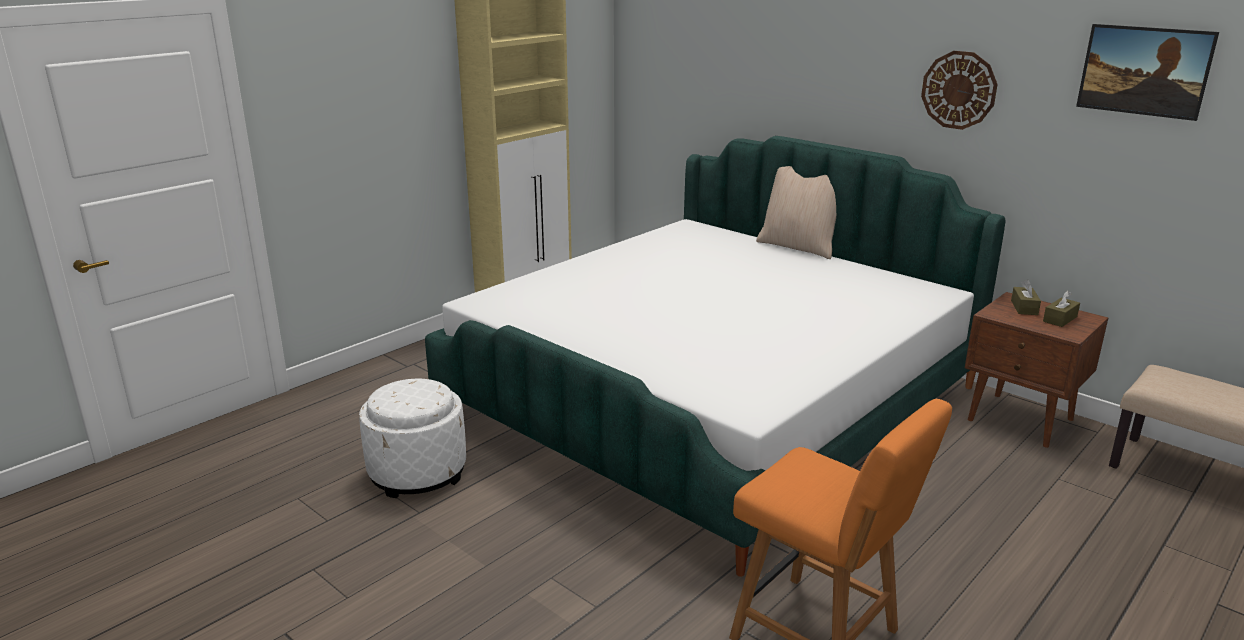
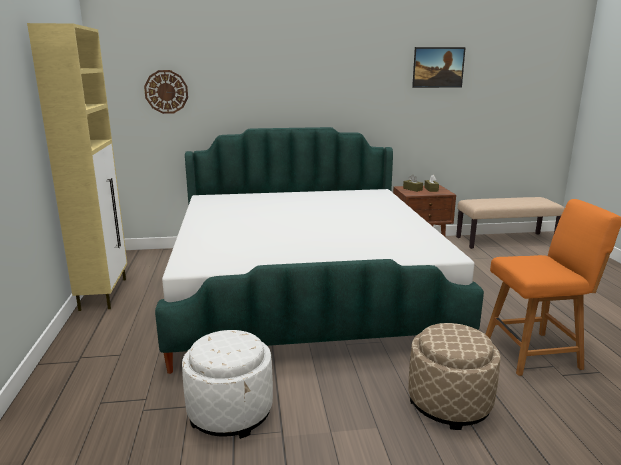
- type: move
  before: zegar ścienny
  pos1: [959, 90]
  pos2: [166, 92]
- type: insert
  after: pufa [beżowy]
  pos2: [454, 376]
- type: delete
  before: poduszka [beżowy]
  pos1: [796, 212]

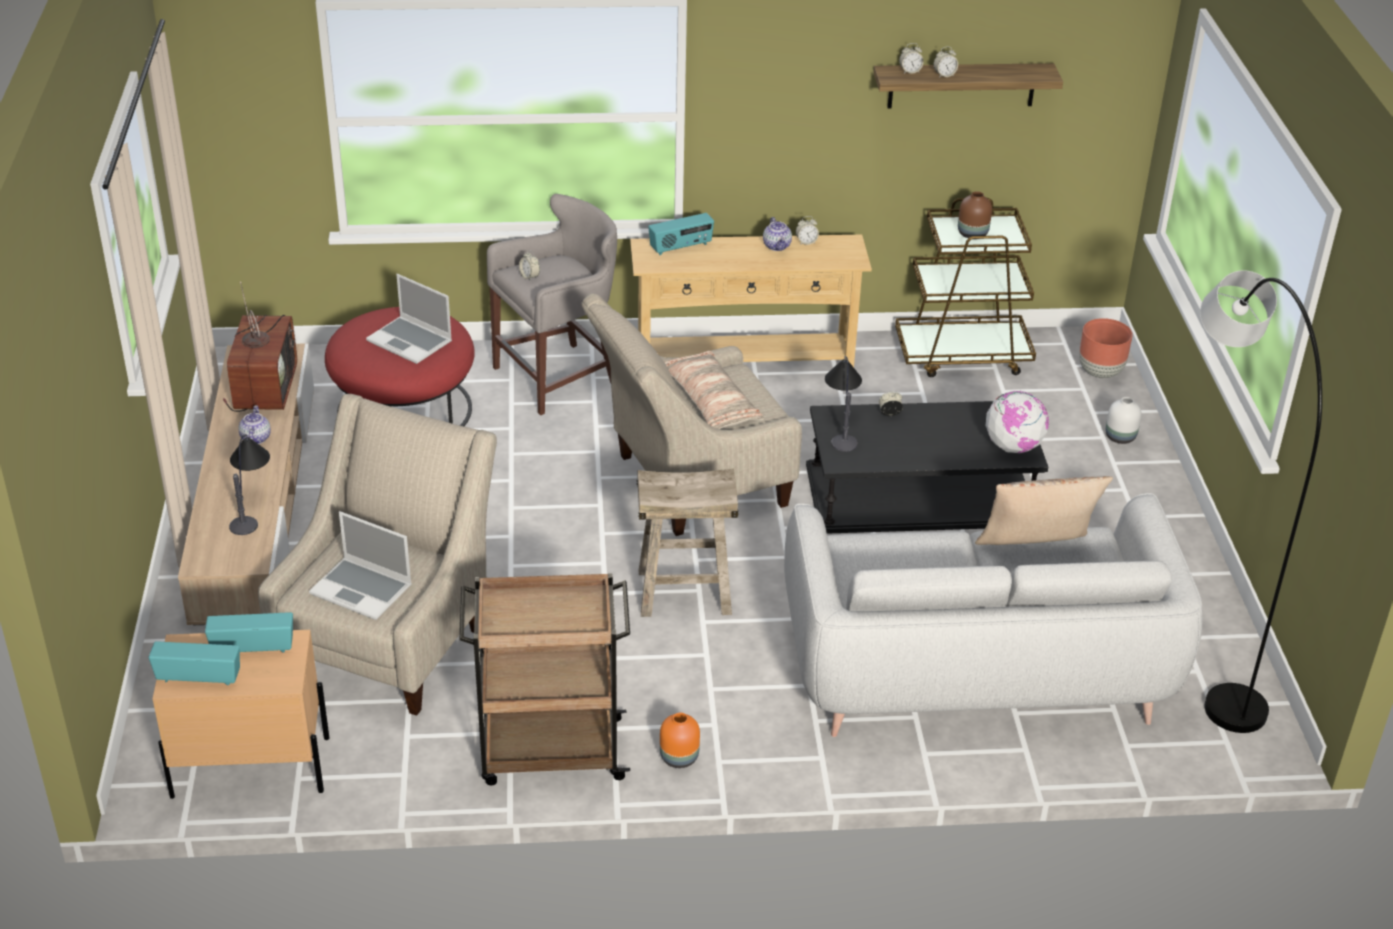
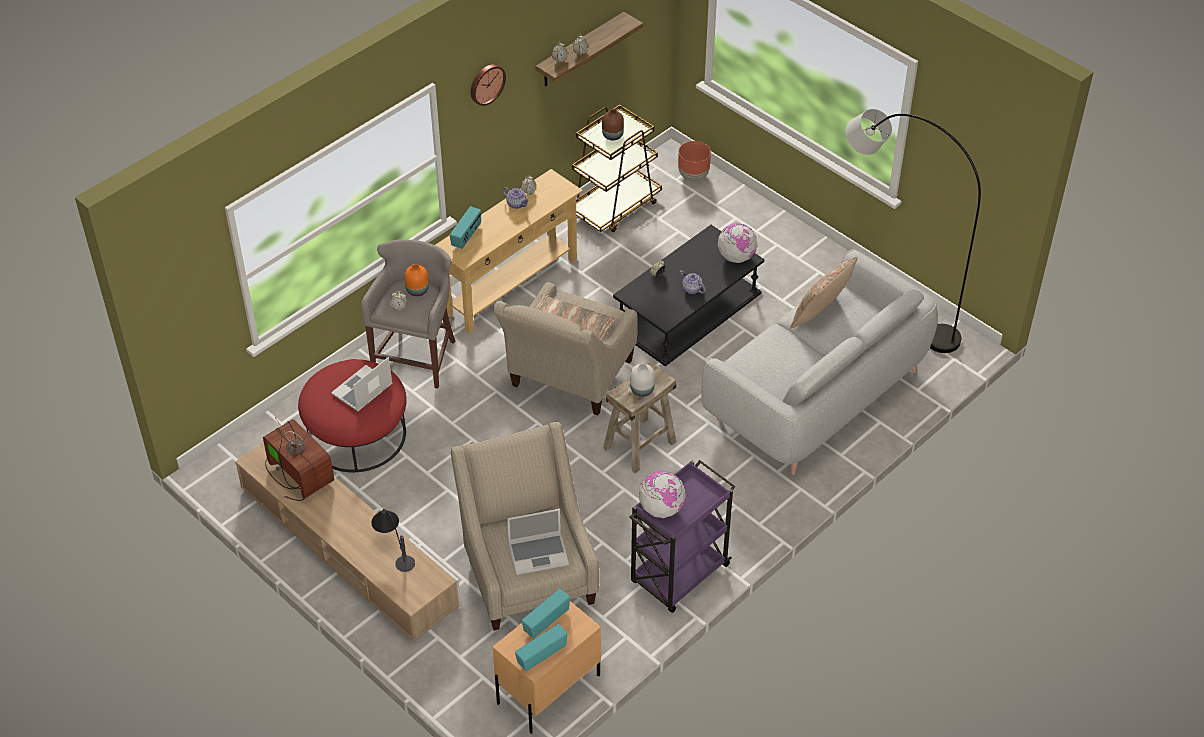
- type: rotate
  before: laptop
  pos1: [409, 319]
  pos2: [361, 384]
  turn: 135
- type: move
  before: wazon [pomarańczowy]
  pos1: [680, 740]
  pos2: [416, 280]
- type: insert
  after: zegar ścienny
  pos2: [488, 85]
- type: recolor
  before: wózek [brązowy]
  after: wózek [fioletowy]
  pos1: [544, 679]
  pos2: [682, 536]
- type: move
  before: wazon [biały]
  pos1: [1124, 420]
  pos2: [642, 380]
- type: insert
  after: globus
  pos2: [662, 494]
- type: move
  before: imbryk
  pos1: [254, 424]
  pos2: [693, 282]
- type: delete
  before: lampa stołowa
  pos1: [843, 404]

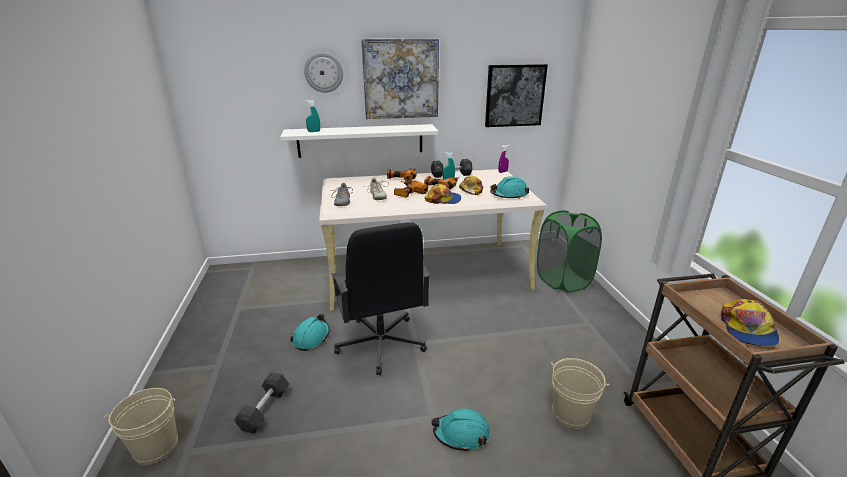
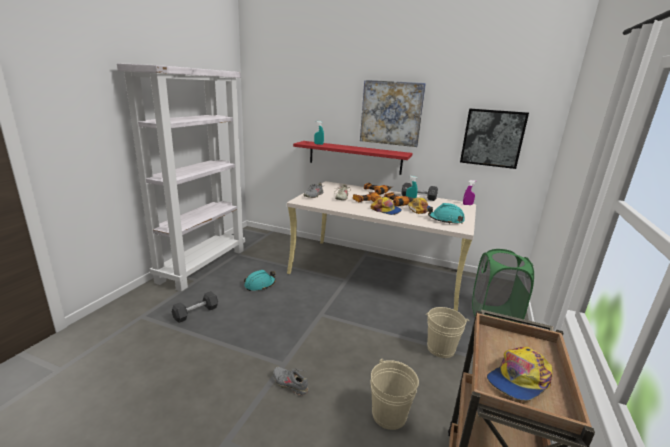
- type: insert
  after: regał [biały]
  pos2: [181, 177]
- type: replace
  before: kask [turkusowy]
  after: but [szary]
  pos1: [461, 430]
  pos2: [291, 381]
- type: recolor
  before: półka [biały]
  after: półka [czerwony]
  pos1: [359, 141]
  pos2: [353, 158]
- type: move
  before: wiadro [beżowy]
  pos1: [140, 426]
  pos2: [447, 332]
- type: delete
  before: zegar ścienny
  pos1: [323, 72]
- type: delete
  before: krzesło biurowe [czarny]
  pos1: [381, 298]

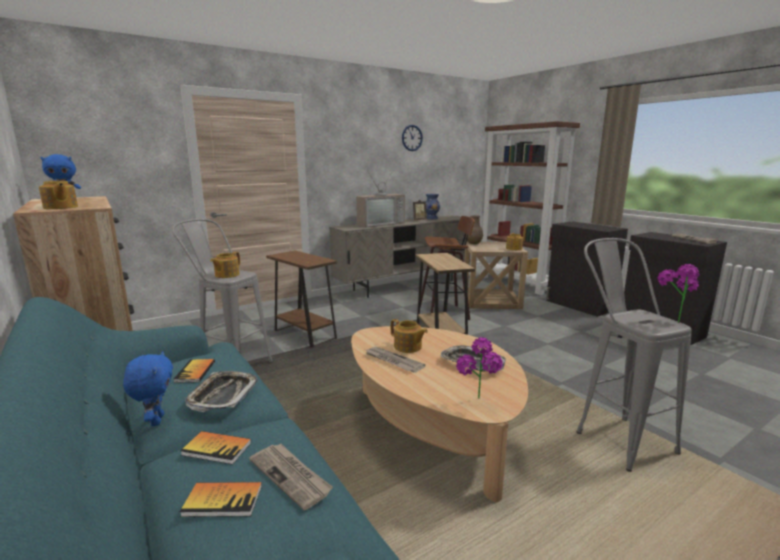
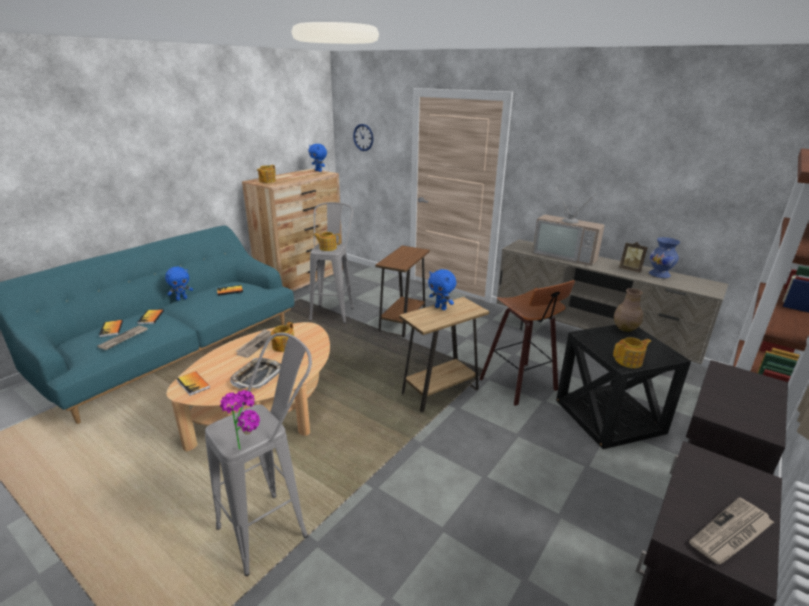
- type: replace
  before: roślina doniczkowa
  after: książka
  pos1: [479, 368]
  pos2: [193, 383]
- type: move
  before: zegar ścienny
  pos1: [412, 138]
  pos2: [363, 137]
- type: insert
  after: pluszak [niebieski]
  pos2: [442, 289]
- type: recolor
  before: stolik [beżowy]
  after: stolik [czarny]
  pos1: [495, 275]
  pos2: [623, 387]
- type: delete
  before: taca
  pos1: [221, 391]

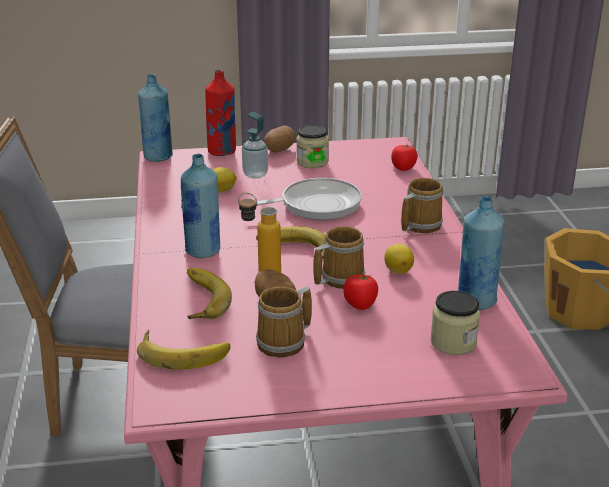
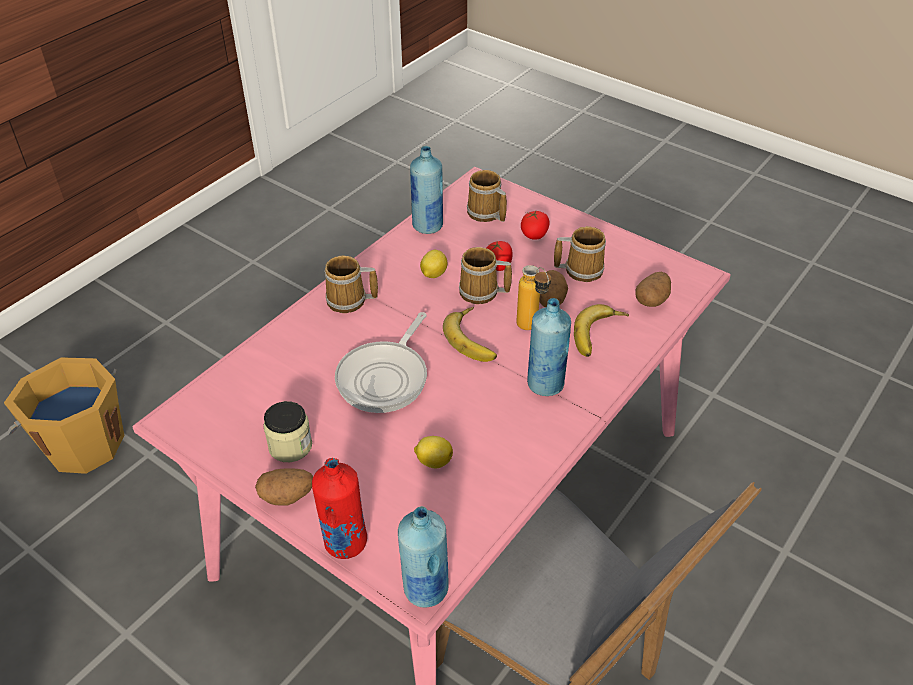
- type: rotate
  before: patelnia
  pos1: [309, 199]
  pos2: [381, 362]
  turn: -90
- type: replace
  before: słoik
  after: kubek
  pos1: [455, 323]
  pos2: [487, 196]
- type: move
  before: pomidor
  pos1: [404, 157]
  pos2: [535, 225]
- type: replace
  before: banan
  after: ziemniak
  pos1: [183, 350]
  pos2: [653, 289]
- type: delete
  before: dozownik mydła
  pos1: [255, 145]

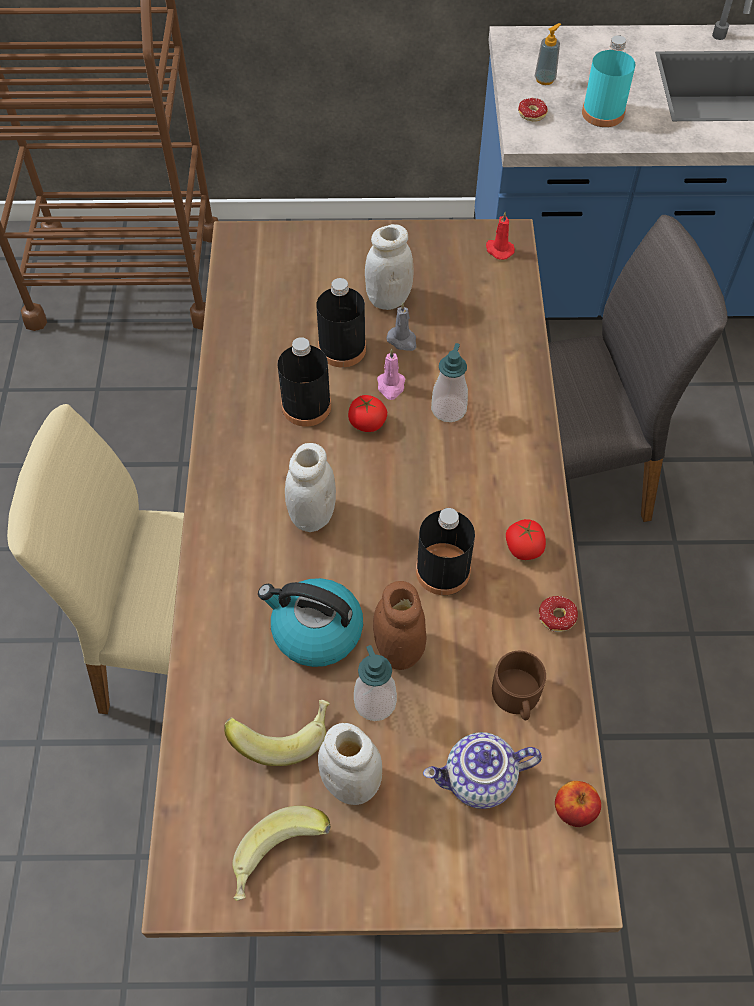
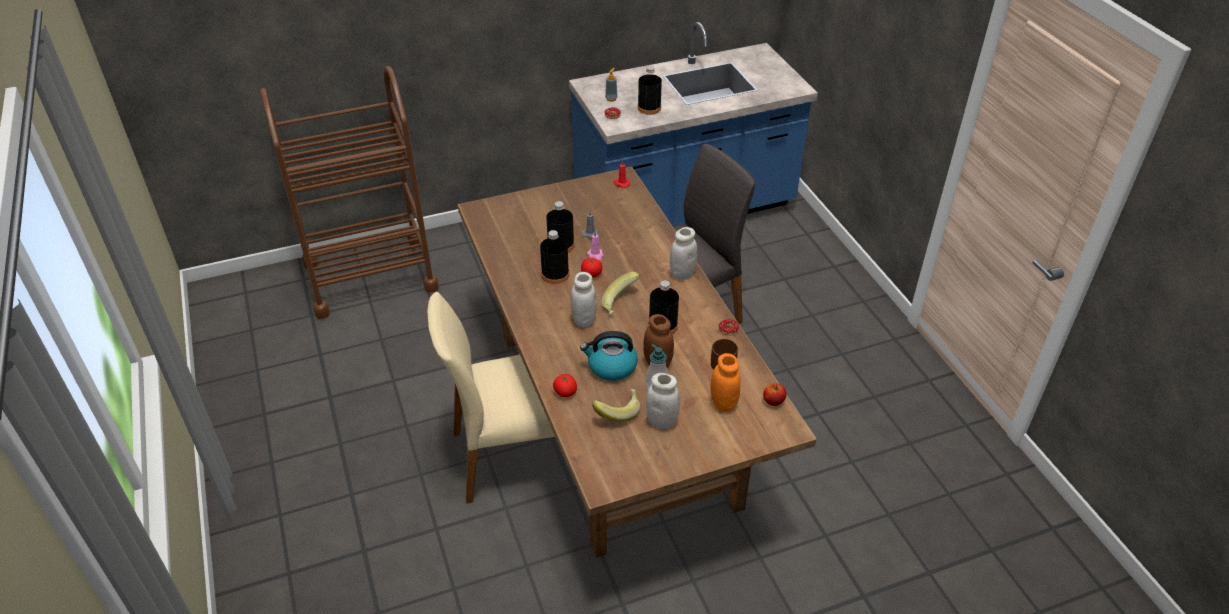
- type: move
  before: pomidor
  pos1: [526, 539]
  pos2: [565, 385]
- type: move
  before: banan
  pos1: [282, 853]
  pos2: [620, 293]
- type: recolor
  before: butelka [turkusowy]
  after: butelka [czarny]
  pos1: [608, 81]
  pos2: [650, 90]
- type: move
  before: słoik [biały]
  pos1: [389, 267]
  pos2: [684, 253]
- type: replace
  before: imbryk
  after: słoik [pomarańczowy]
  pos1: [482, 770]
  pos2: [725, 382]
- type: delete
  before: dozownik mydła
  pos1: [449, 382]

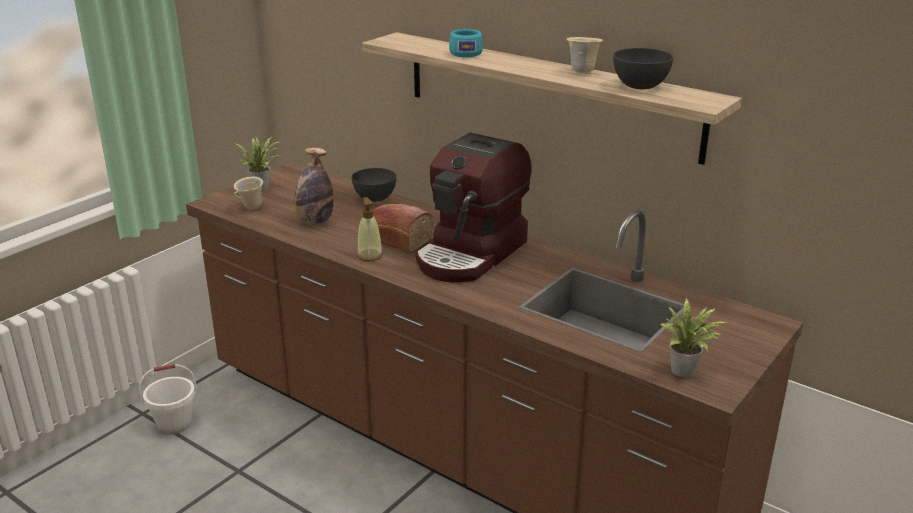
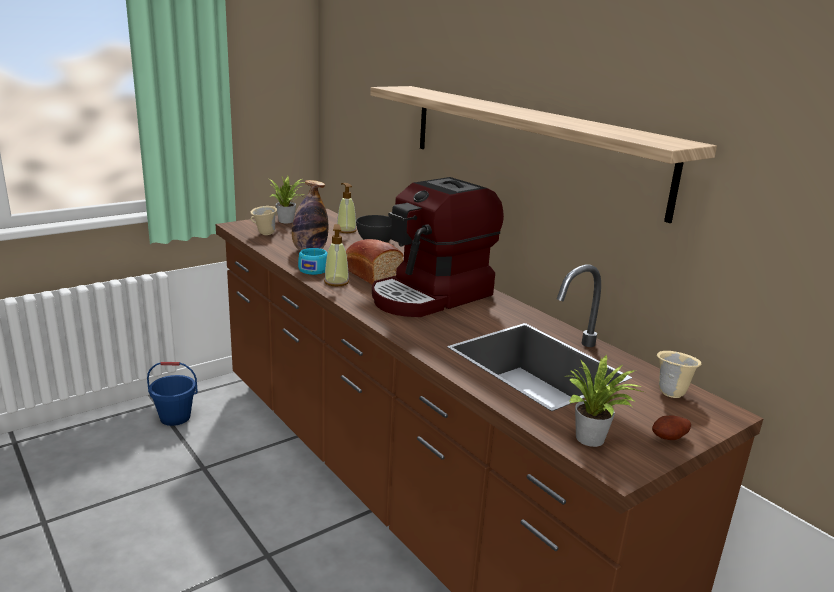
- type: recolor
  before: wiadro [biały]
  after: wiadro [niebieski]
  pos1: [168, 399]
  pos2: [172, 394]
- type: move
  before: filiżanka [turkusowy]
  pos1: [466, 43]
  pos2: [312, 261]
- type: insert
  after: dozownik mydła
  pos2: [347, 208]
- type: insert
  after: ziemniak
  pos2: [671, 428]
- type: move
  before: kubek [beżowy]
  pos1: [584, 55]
  pos2: [679, 374]
- type: delete
  before: miska [szary]
  pos1: [643, 68]

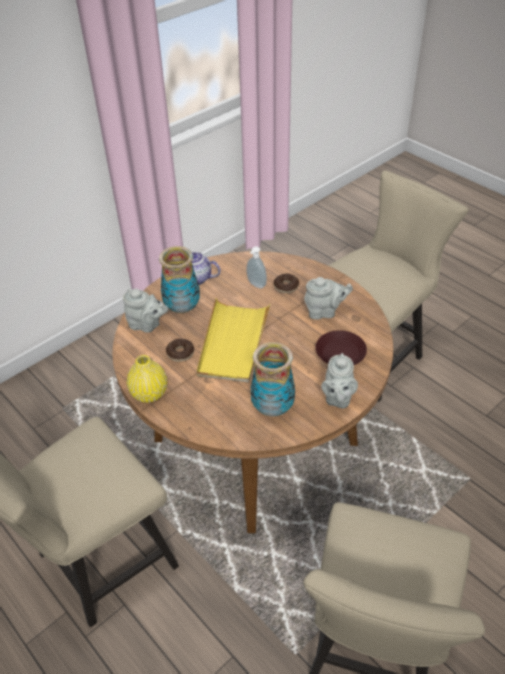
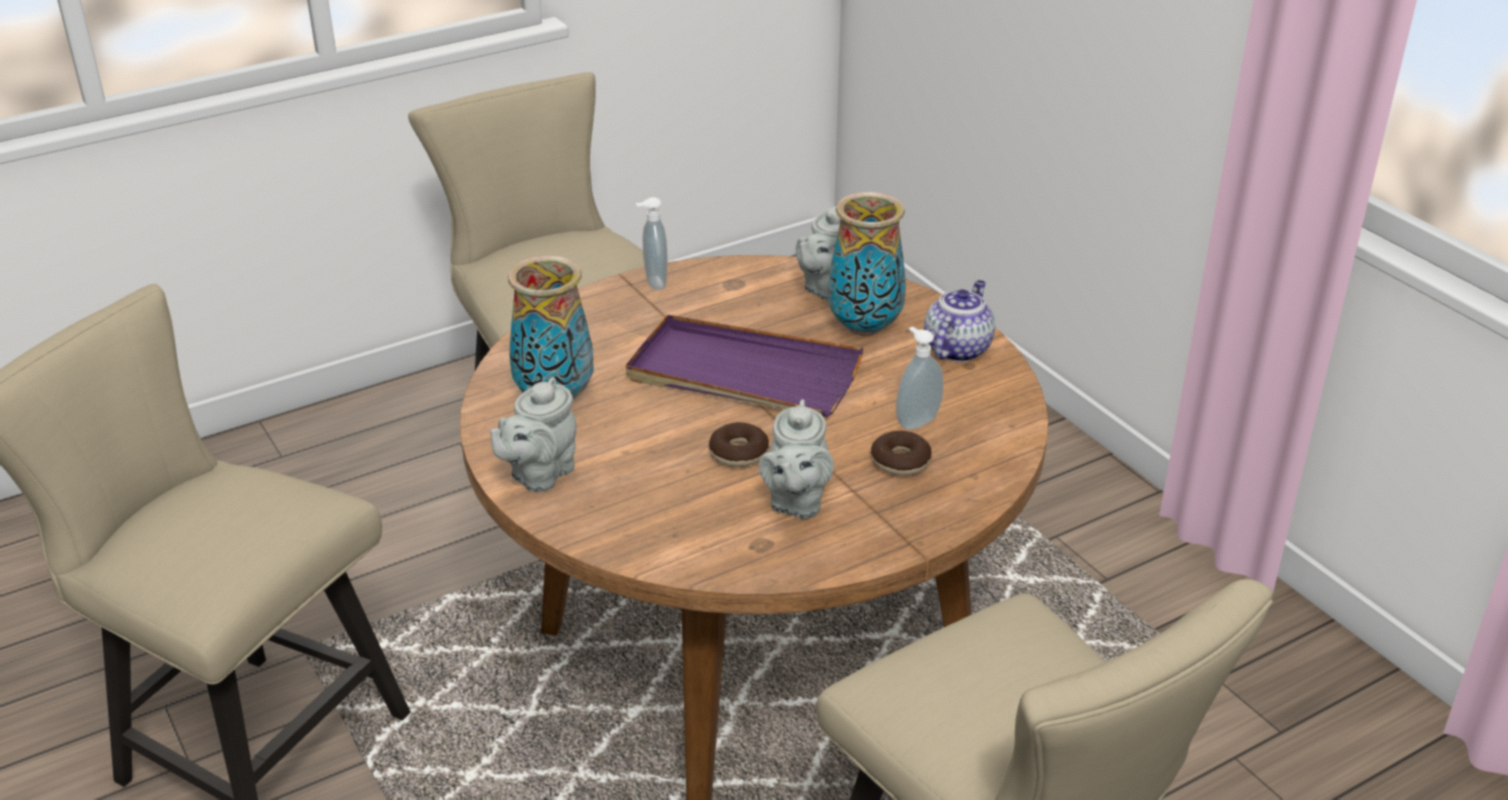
- type: rotate
  before: imbryk [szary]
  pos1: [339, 381]
  pos2: [533, 434]
  turn: -75
- type: recolor
  before: taca [żółty]
  after: taca [fioletowy]
  pos1: [233, 340]
  pos2: [744, 366]
- type: replace
  before: wazon [żółty]
  after: dozownik mydła
  pos1: [147, 379]
  pos2: [652, 243]
- type: move
  before: donut
  pos1: [180, 350]
  pos2: [739, 444]
- type: delete
  before: talerz [brązowy]
  pos1: [341, 347]

